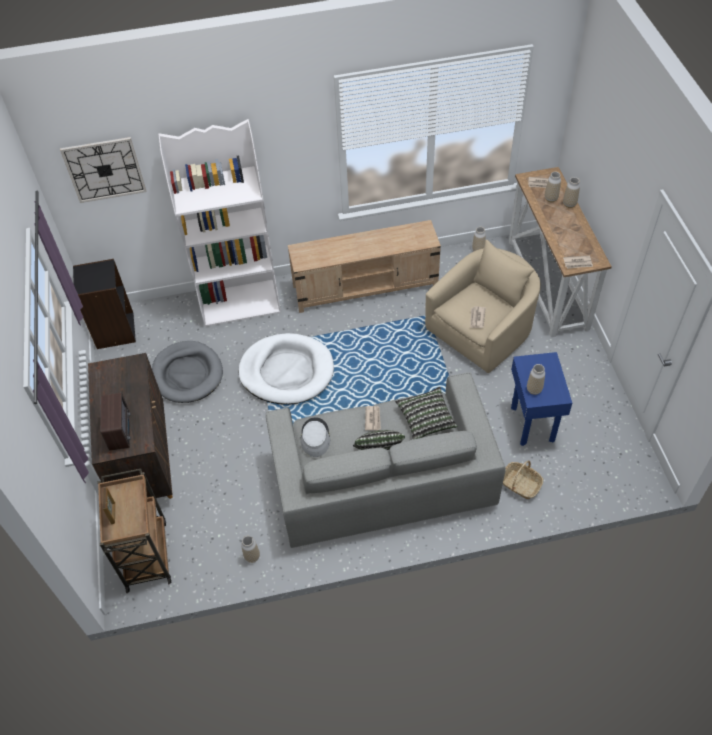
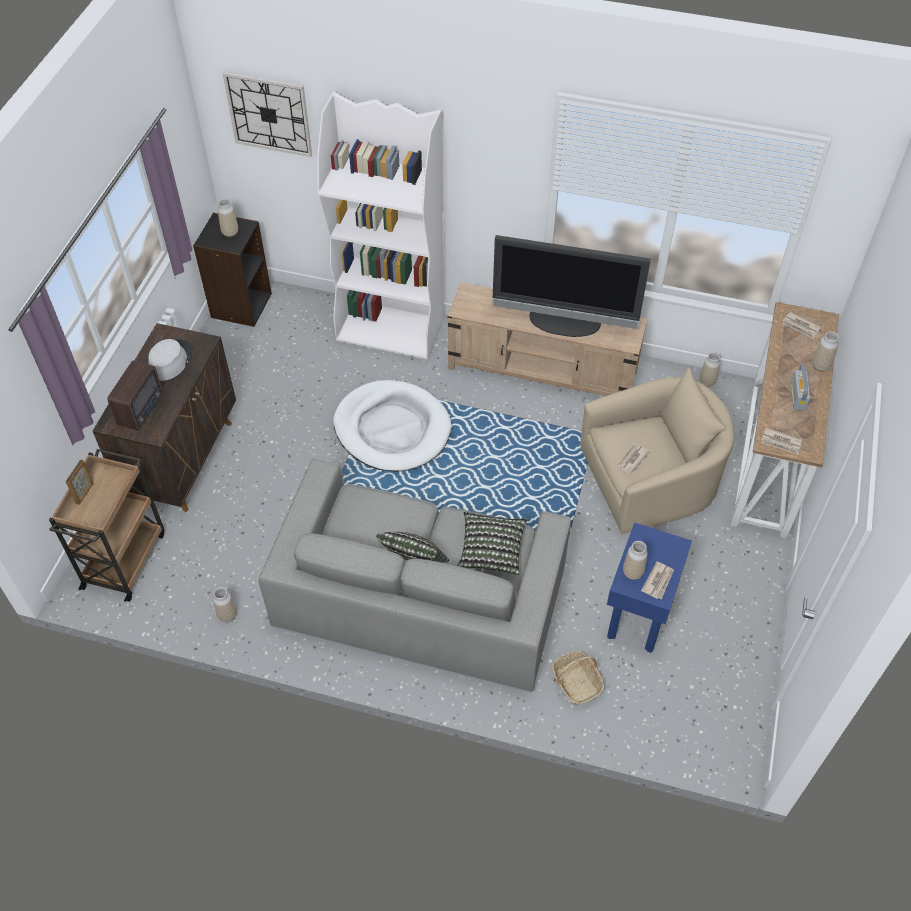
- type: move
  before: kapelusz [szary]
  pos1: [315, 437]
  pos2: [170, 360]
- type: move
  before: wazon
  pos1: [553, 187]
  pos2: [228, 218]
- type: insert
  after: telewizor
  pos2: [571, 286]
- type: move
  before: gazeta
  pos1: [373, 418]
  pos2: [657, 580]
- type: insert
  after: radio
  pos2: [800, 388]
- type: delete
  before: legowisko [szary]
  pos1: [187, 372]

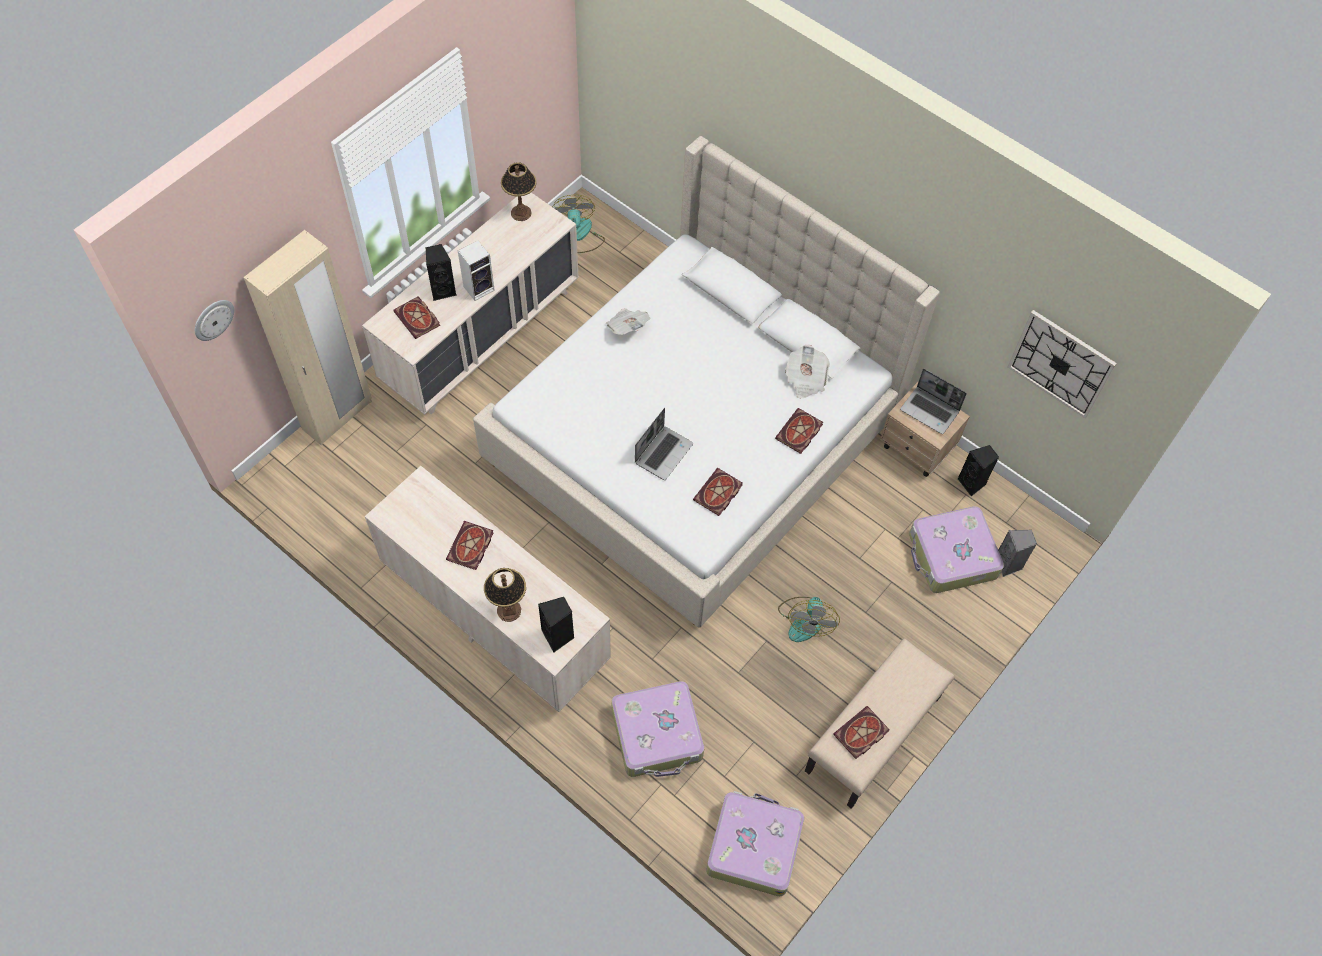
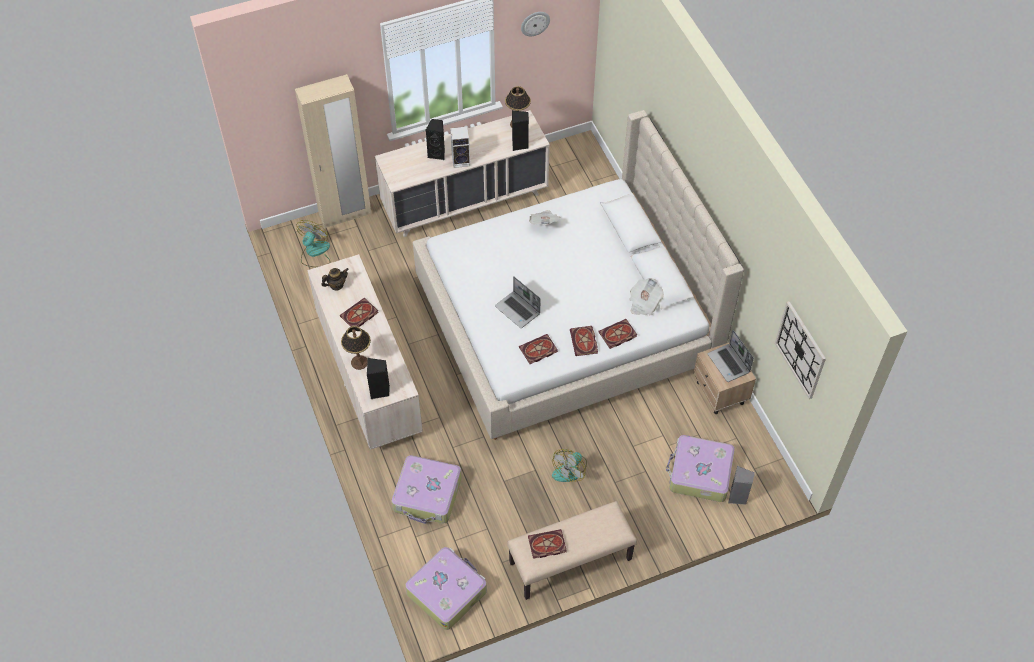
- type: move
  before: wentylator
  pos1: [579, 224]
  pos2: [313, 243]
- type: insert
  after: imbryk
  pos2: [335, 279]
- type: rotate
  before: laptop
  pos1: [664, 444]
  pos2: [518, 302]
  turn: 75
- type: move
  before: głośnik [czarny]
  pos1: [978, 470]
  pos2: [520, 130]
- type: move
  before: zegar ścienny
  pos1: [214, 320]
  pos2: [535, 24]
- type: move
  before: książka
  pos1: [416, 317]
  pos2: [584, 341]

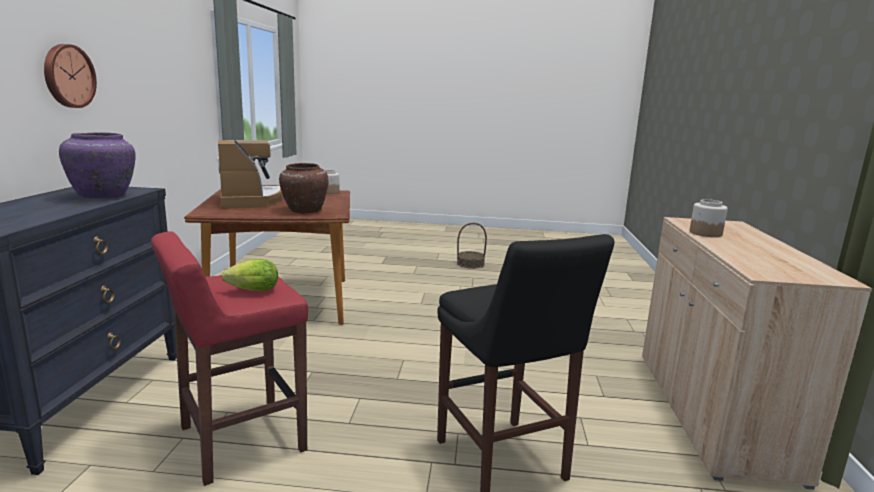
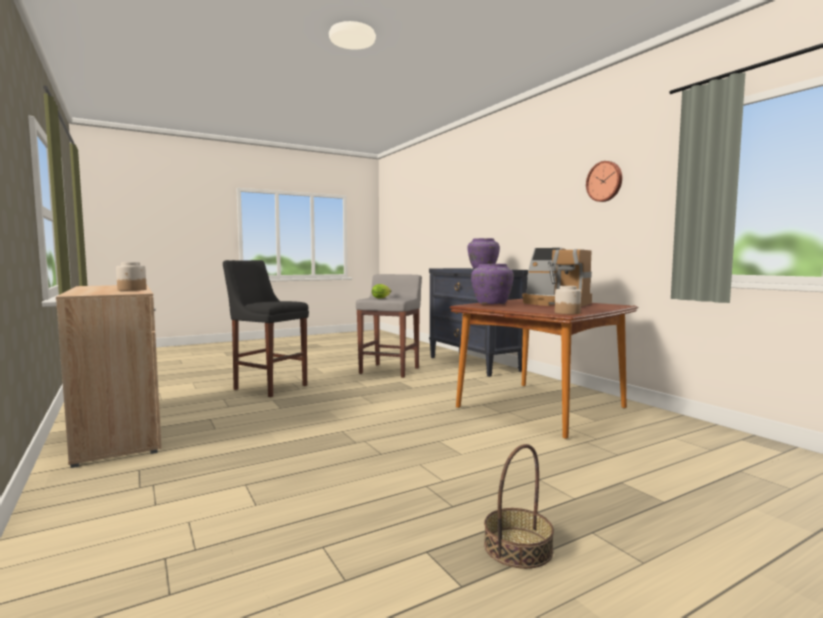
- type: recolor
  before: stołek [czerwony]
  after: stołek [szary]
  pos1: [229, 358]
  pos2: [389, 326]
- type: recolor
  before: wazon [brązowy]
  after: wazon [fioletowy]
  pos1: [303, 188]
  pos2: [492, 284]
- type: move
  before: zegar ścienny
  pos1: [70, 76]
  pos2: [604, 181]

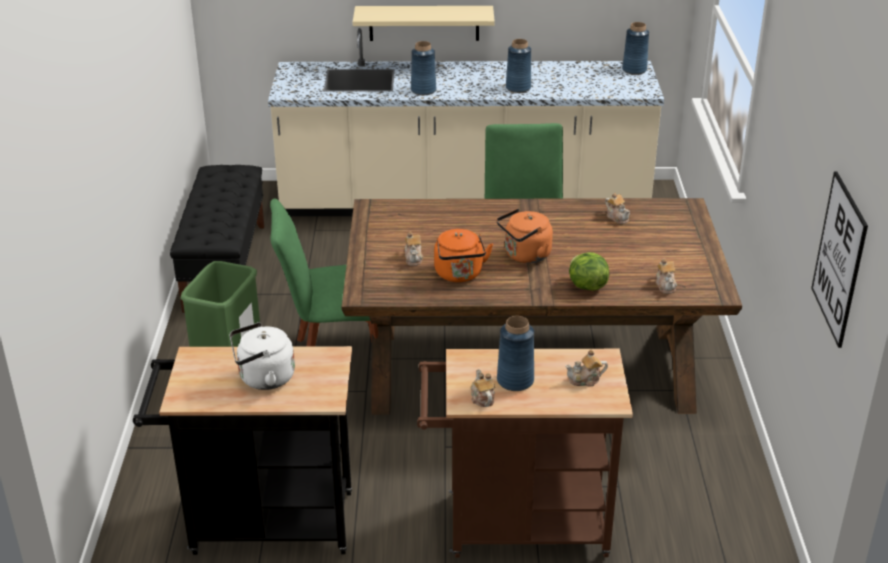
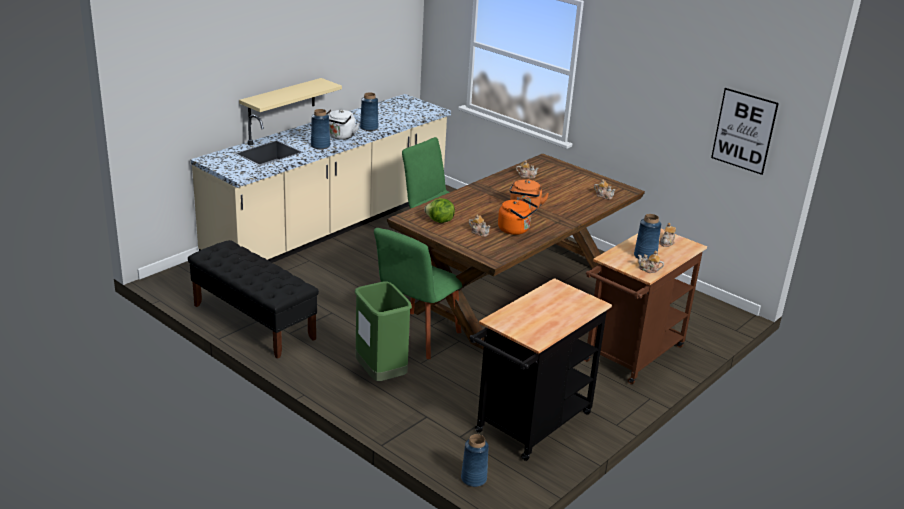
- type: move
  before: czajnik [biały]
  pos1: [262, 356]
  pos2: [342, 124]
- type: move
  before: sałata
  pos1: [589, 271]
  pos2: [439, 210]
- type: move
  before: wazon [niebieski]
  pos1: [635, 48]
  pos2: [475, 460]

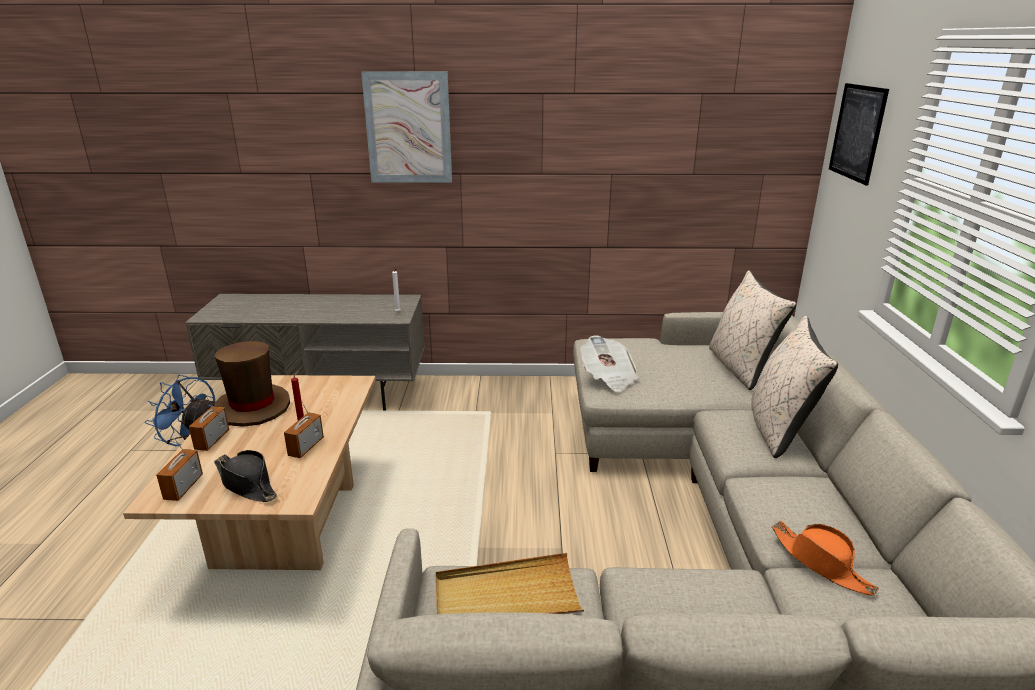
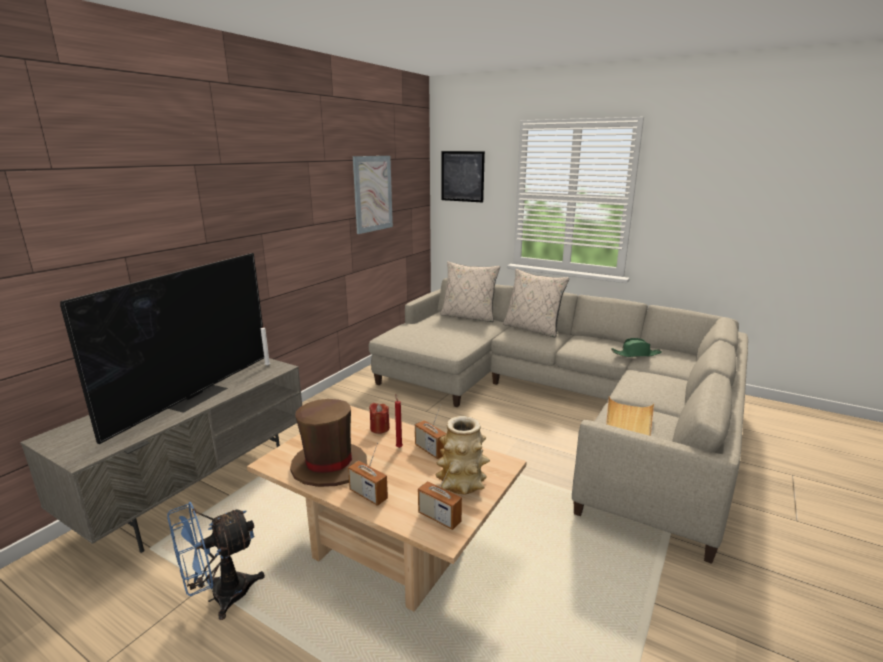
- type: insert
  after: telewizor
  pos2: [162, 348]
- type: move
  before: obraz
  pos1: [406, 127]
  pos2: [373, 195]
- type: insert
  after: świeca [czerwony]
  pos2: [379, 418]
- type: replace
  before: kapelusz [czarny]
  after: wazon
  pos1: [245, 476]
  pos2: [463, 455]
- type: recolor
  before: kapelusz [pomarańczowy]
  after: kapelusz [zielony]
  pos1: [825, 558]
  pos2: [636, 347]
- type: delete
  before: gazeta
  pos1: [609, 363]

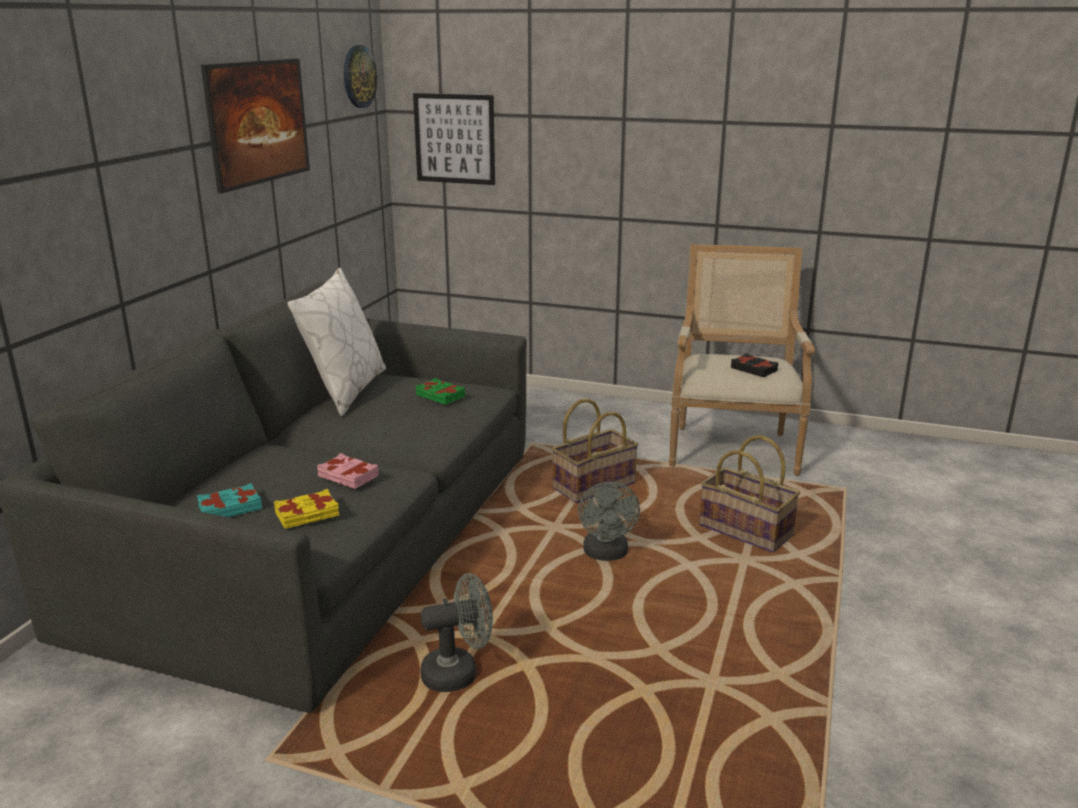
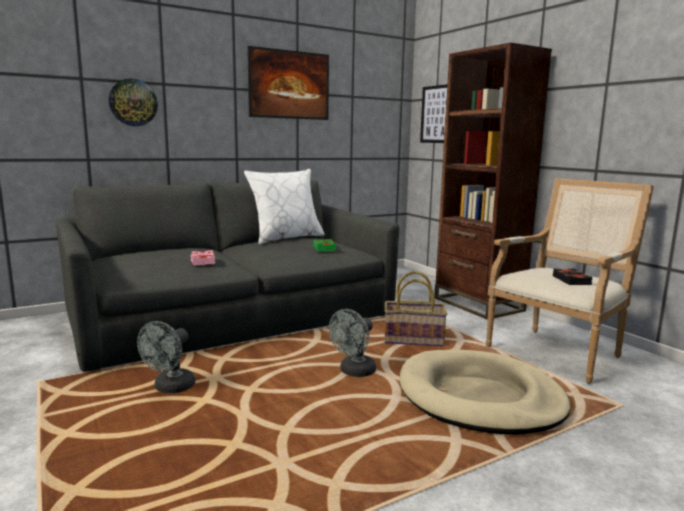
- type: move
  before: zegar ścienny
  pos1: [360, 76]
  pos2: [133, 102]
- type: rotate
  before: wentylator [szary]
  pos1: [456, 632]
  pos2: [166, 357]
  turn: 90
- type: replace
  before: koszyk
  after: legowisko [beżowy]
  pos1: [749, 493]
  pos2: [485, 392]
- type: insert
  after: regał [brązowy]
  pos2: [493, 181]
- type: delete
  before: książka [turkusowy]
  pos1: [229, 500]
- type: delete
  before: książka [żółty]
  pos1: [306, 509]

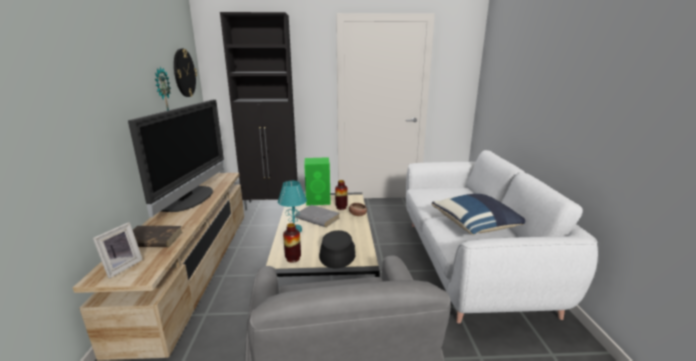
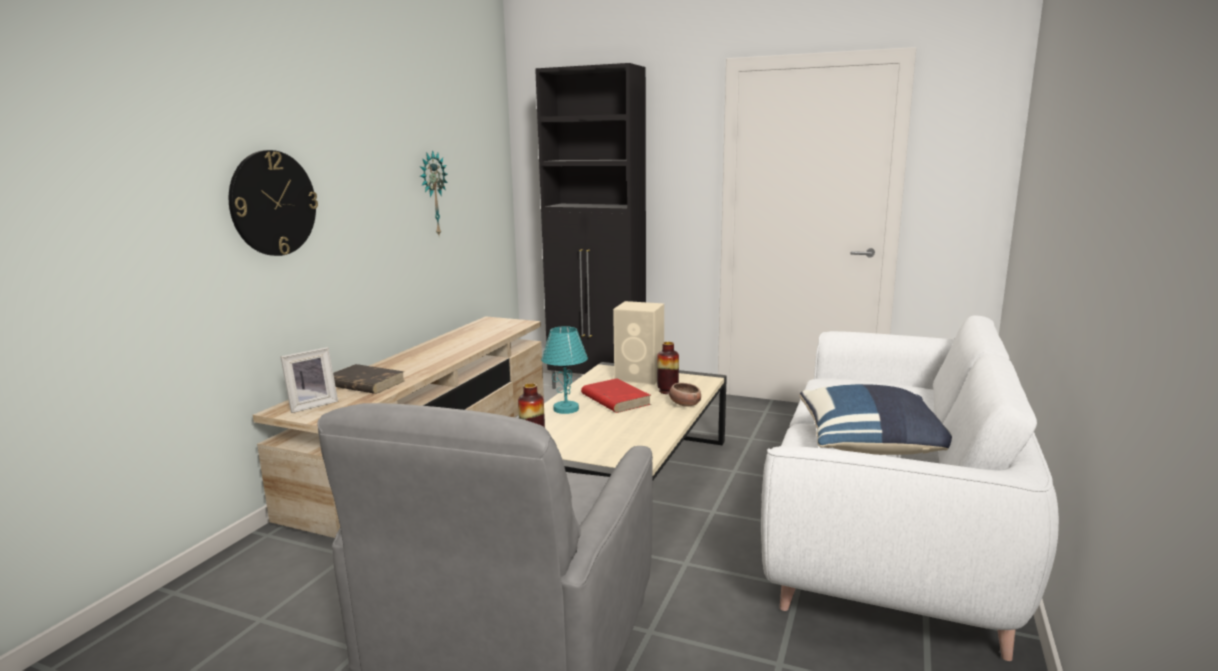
- type: move
  before: zegar ścienny
  pos1: [185, 72]
  pos2: [273, 203]
- type: recolor
  before: książka [szary]
  after: książka [czerwony]
  pos1: [317, 216]
  pos2: [616, 395]
- type: recolor
  before: głośnik [zielony]
  after: głośnik [beżowy]
  pos1: [317, 181]
  pos2: [638, 343]
- type: delete
  before: telewizor
  pos1: [176, 158]
- type: delete
  before: kapelusz [czarny]
  pos1: [337, 249]

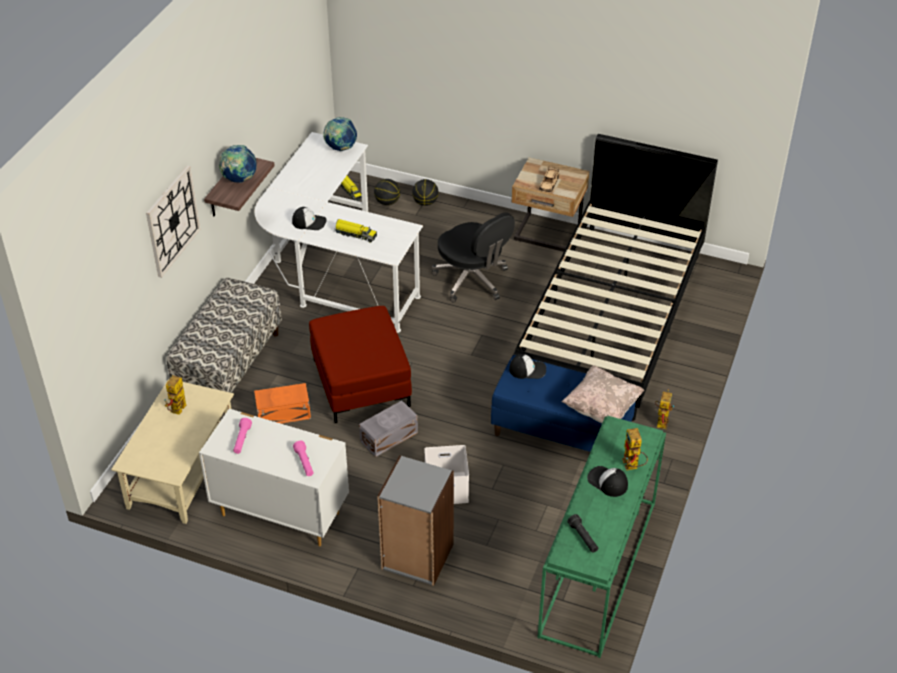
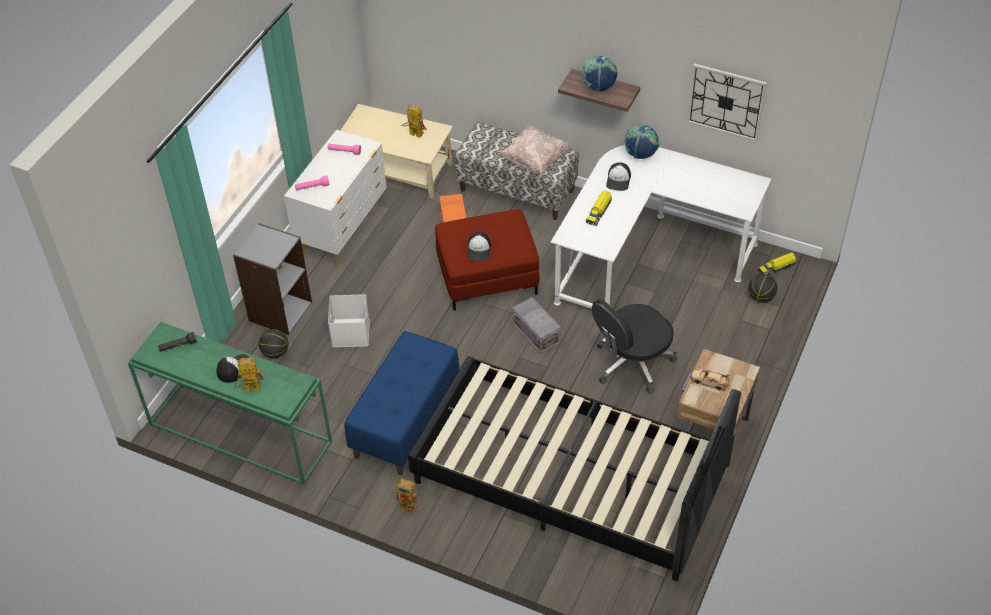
- type: move
  before: piłka do koszykówki
  pos1: [425, 192]
  pos2: [274, 344]
- type: move
  before: czapka z daszkiem
  pos1: [527, 366]
  pos2: [479, 246]
- type: move
  before: poduszka [beżowy]
  pos1: [603, 394]
  pos2: [535, 150]
- type: move
  before: pojemnik do przechowywania [szary]
  pos1: [388, 428]
  pos2: [536, 325]
- type: move
  before: globus
  pos1: [340, 134]
  pos2: [642, 141]
- type: move
  before: zegar ścienny
  pos1: [173, 221]
  pos2: [727, 102]

